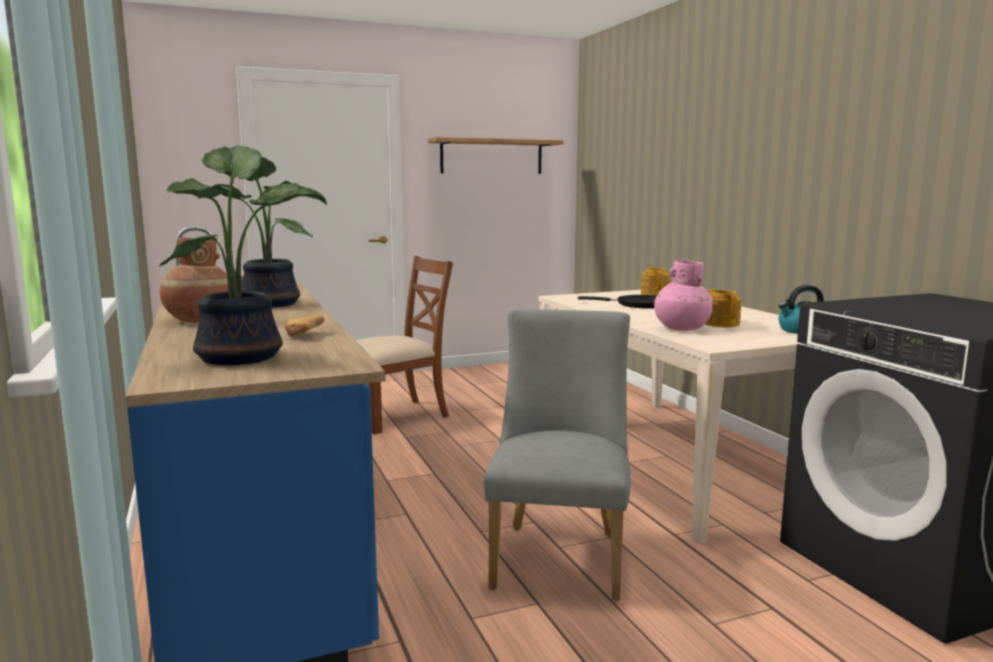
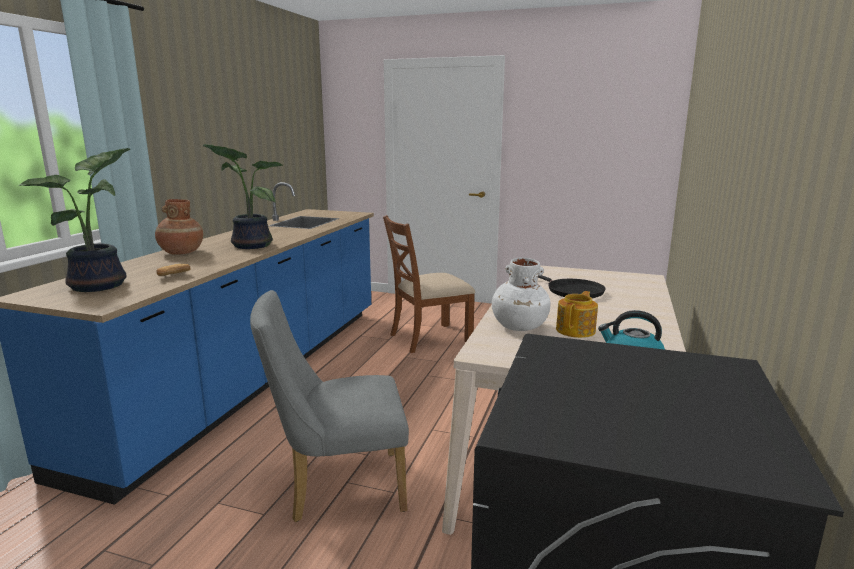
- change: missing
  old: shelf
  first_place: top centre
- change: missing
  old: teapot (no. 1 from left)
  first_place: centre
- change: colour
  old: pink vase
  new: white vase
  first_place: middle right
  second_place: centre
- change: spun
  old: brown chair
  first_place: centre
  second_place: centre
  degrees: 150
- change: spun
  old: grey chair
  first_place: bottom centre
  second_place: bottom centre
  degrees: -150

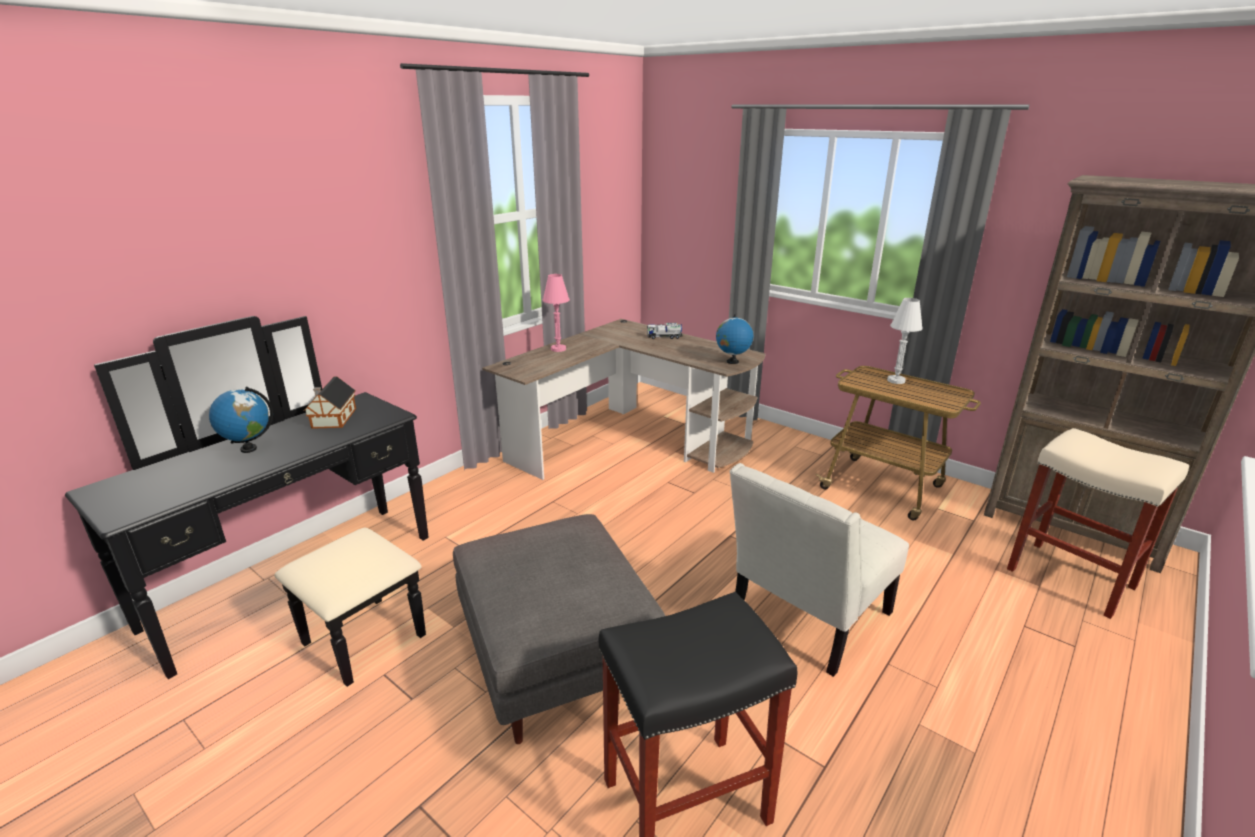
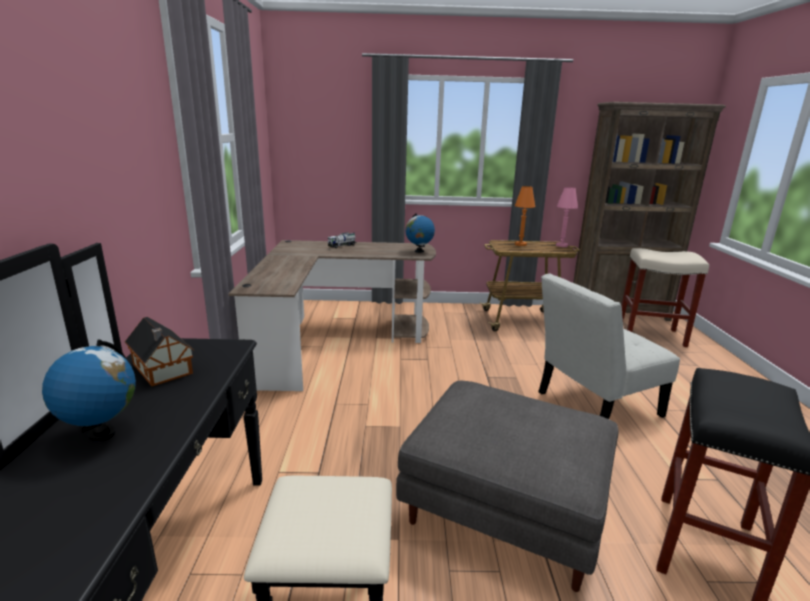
- change: relocated
  old: pink table lamp
  first_place: centre
  second_place: middle right
- change: colour
  old: white table lamp
  new: orange table lamp
  first_place: middle right
  second_place: centre
- change: spun
  old: white chair
  first_place: bottom centre
  second_place: middle right
  degrees: 60

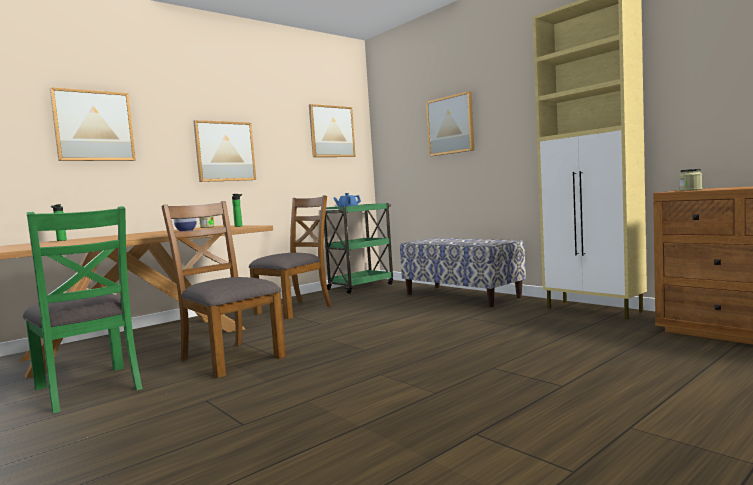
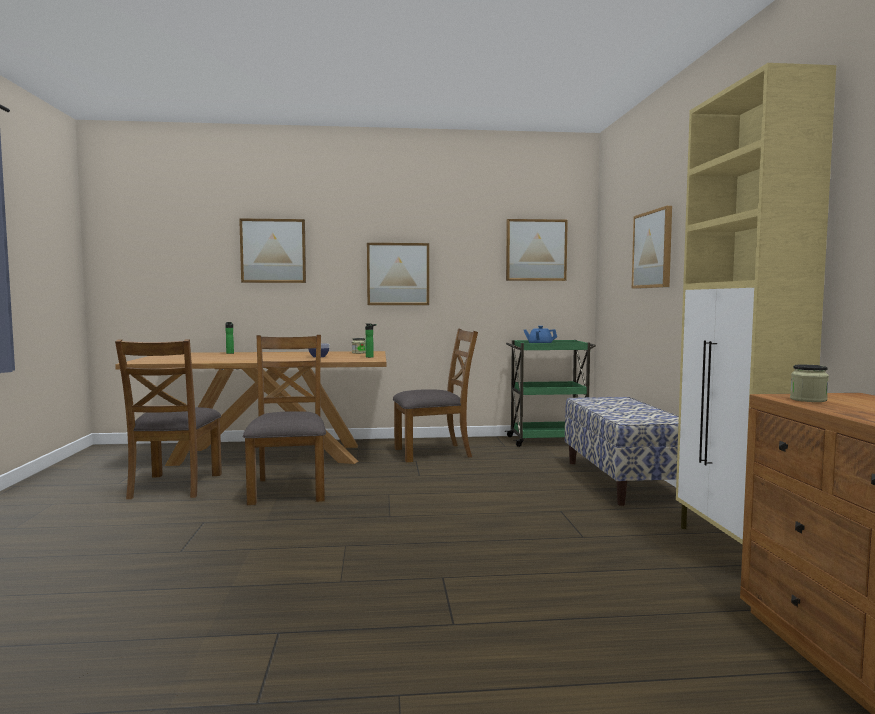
- change: colour
  old: green chair
  new: brown chair (no. 1 from left)
  first_place: middle left
  second_place: middle left

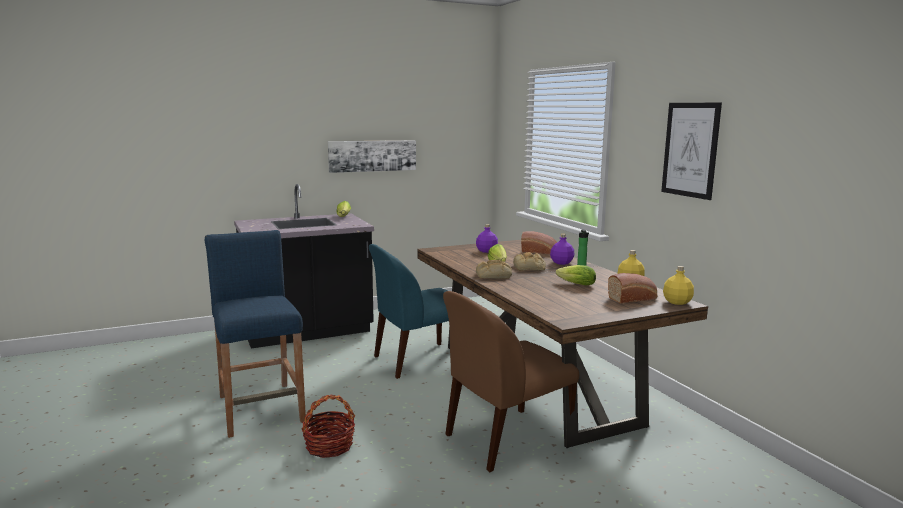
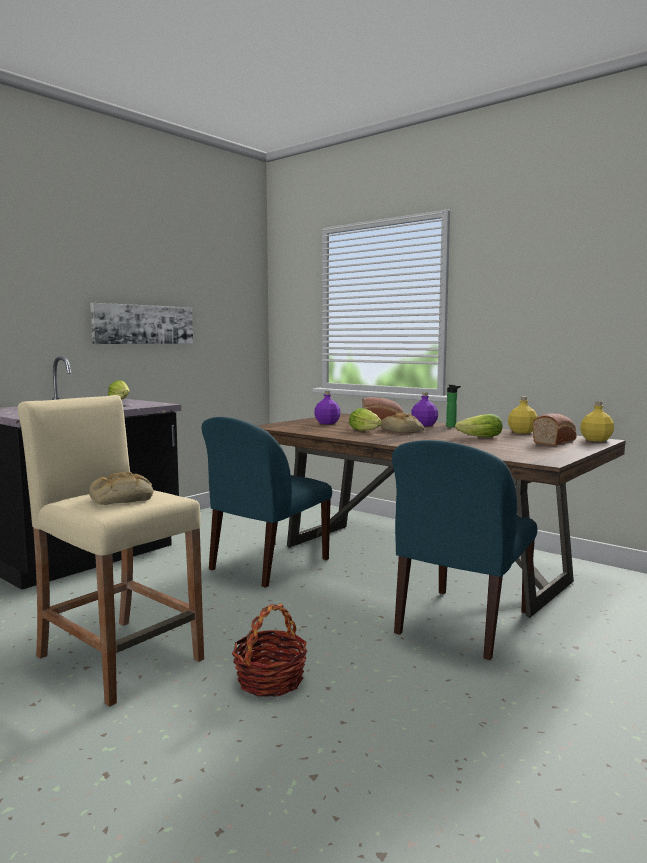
- change: missing
  old: picture (no. 2 from left)
  first_place: top right
- change: relocated
  old: bread (no. 1 from left)
  first_place: centre
  second_place: middle left
- change: colour
  old: blue stool
  new: beige stool
  first_place: middle left
  second_place: middle left
- change: colour
  old: brown chair
  new: blue chair (no. 2 from left)
  first_place: bottom centre
  second_place: middle right

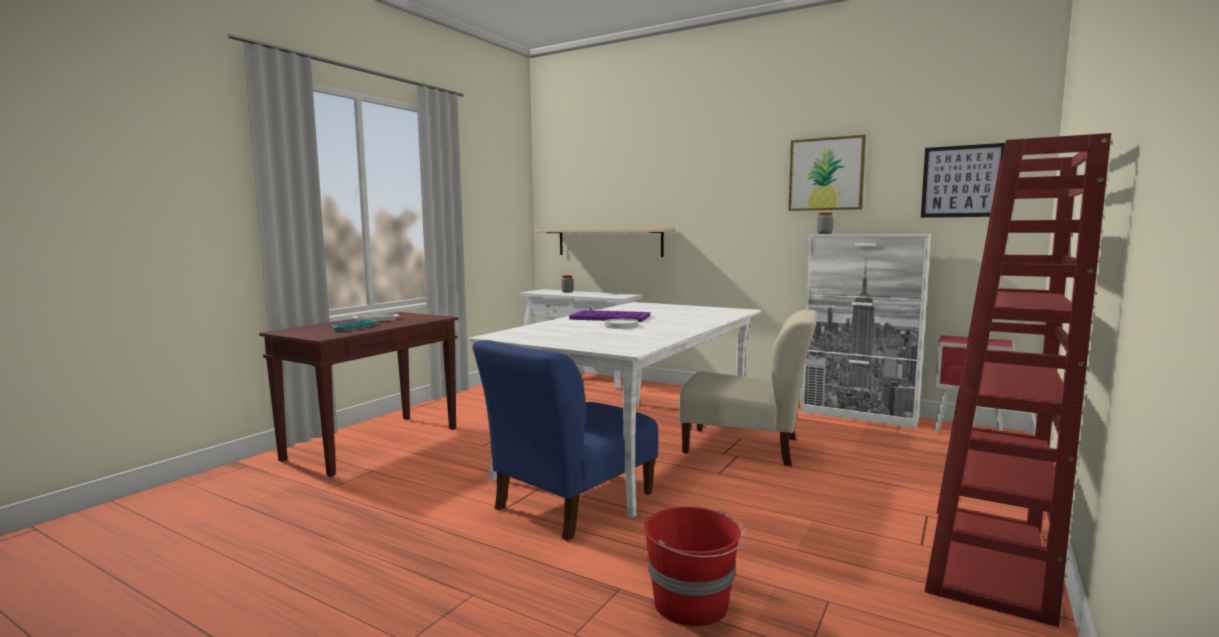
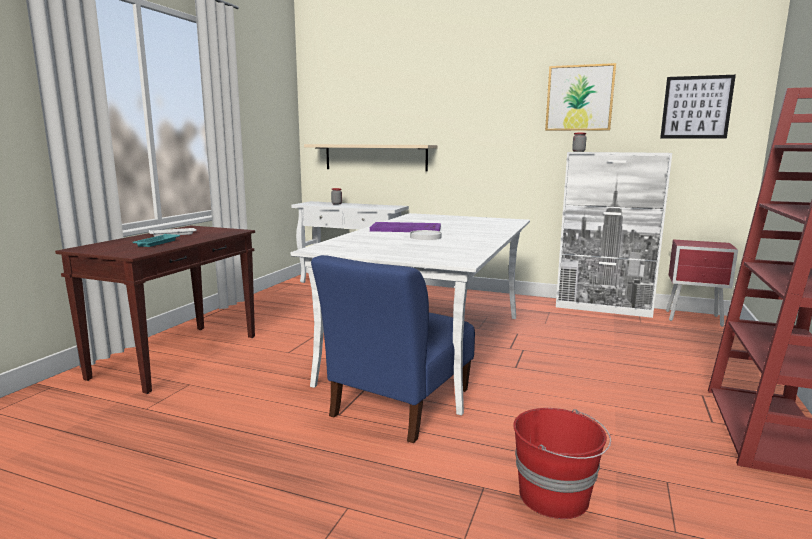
- change: missing
  old: beige chair
  first_place: centre

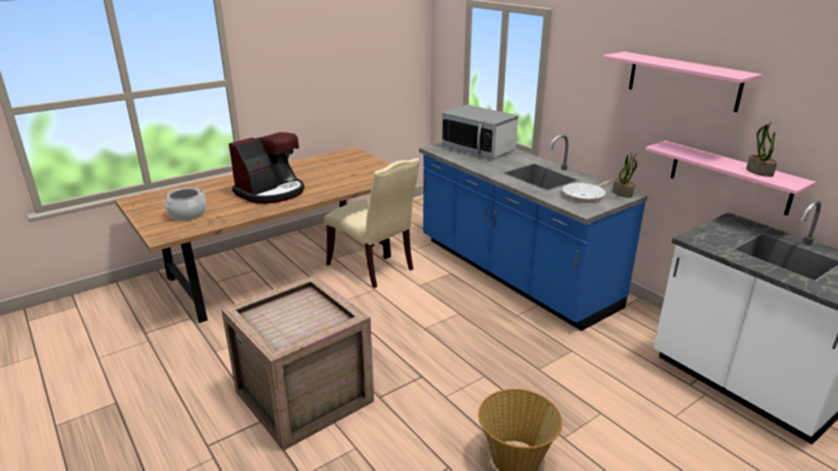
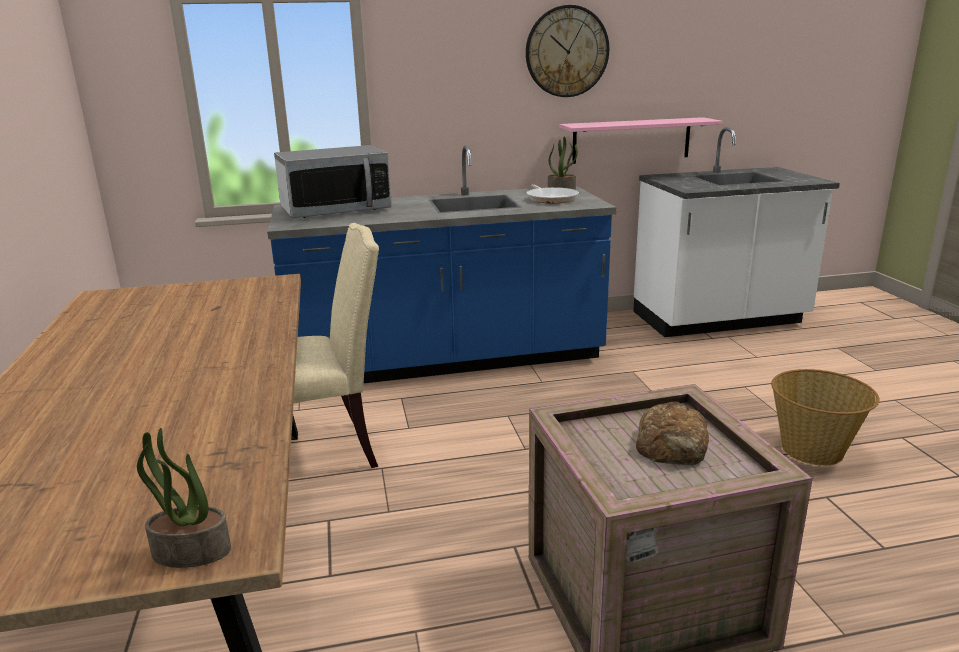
- change: missing
  old: cooking pot
  first_place: middle left
- change: missing
  old: coffee machine
  first_place: middle left
- change: appeared
  new: bread
  second_place: middle right
- change: relocated
  old: potted plant (no. 2 from left in the first image)
  new: potted plant (no. 1 from left)
  first_place: top right
  second_place: bottom left
- change: exchanged
  old: pink shelf (no. 1 from left)
  new: wall clock
  first_place: top right
  second_place: top centre

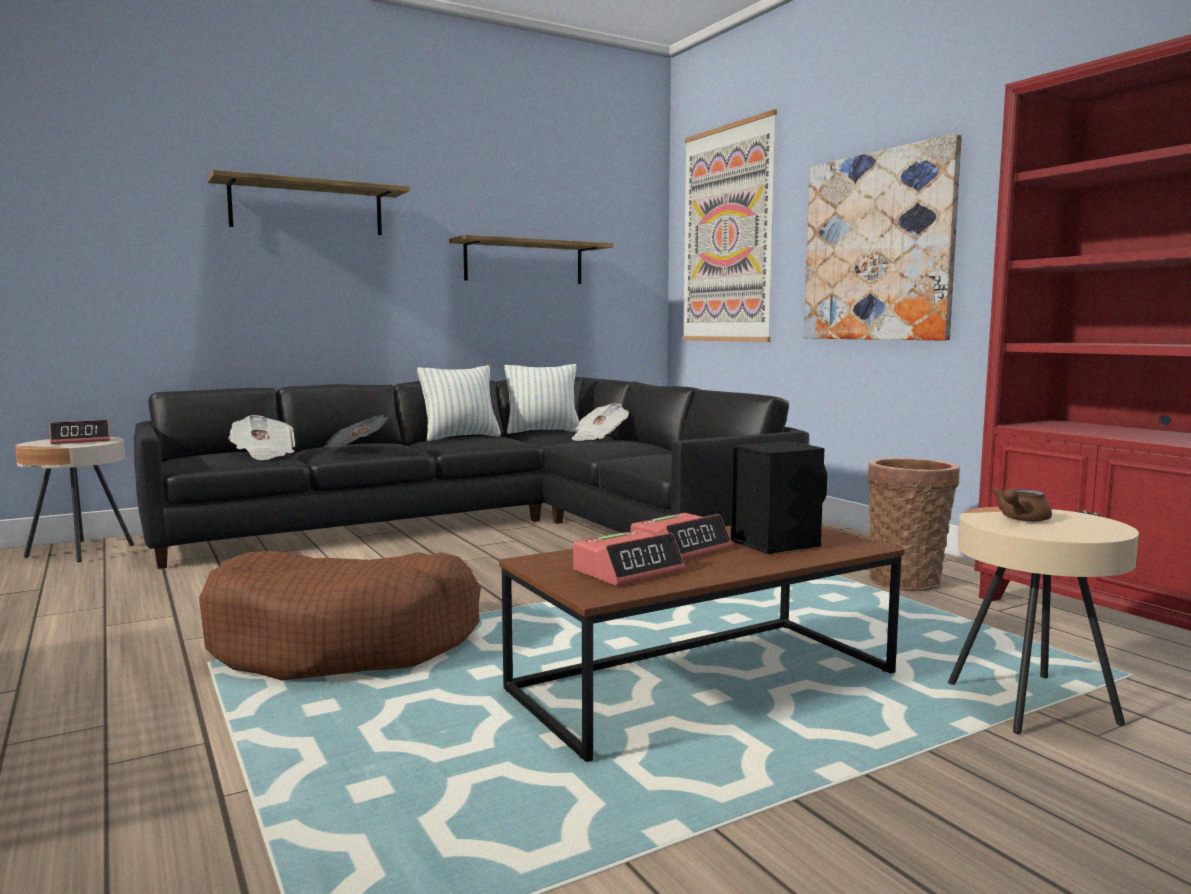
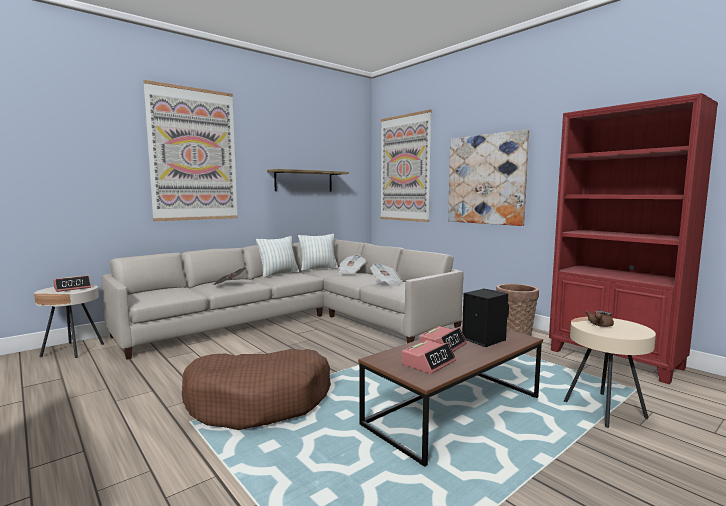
- change: relocated
  old: newspaper (no. 1 from left in the first image)
  new: newspaper (no. 3 from left)
  first_place: middle left
  second_place: centre
- change: exchanged
  old: shelf (no. 1 from left)
  new: picture (no. 1 from left)
  first_place: top left
  second_place: top left
- change: colour
  old: black sofa
  new: beige sofa
  first_place: centre
  second_place: centre

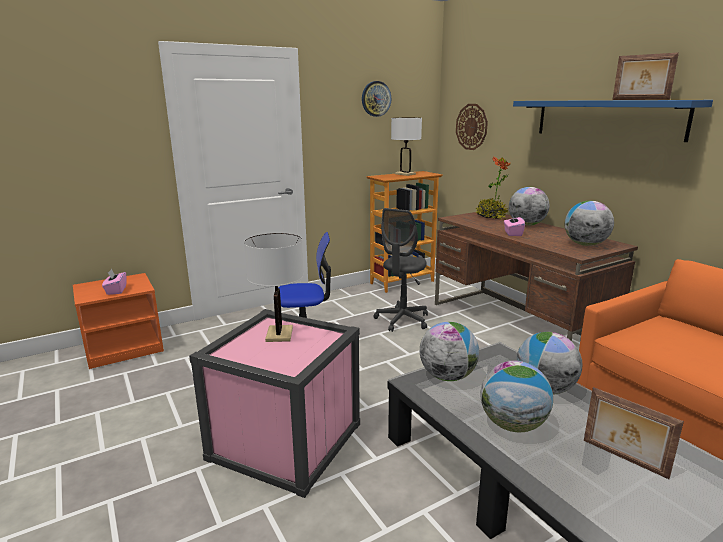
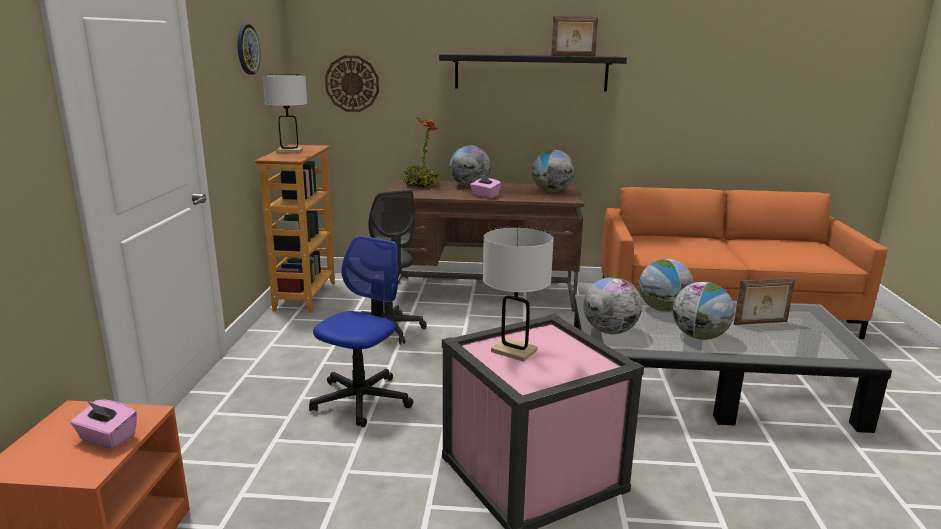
- change: colour
  old: blue shelf
  new: black shelf
  first_place: top right
  second_place: top centre

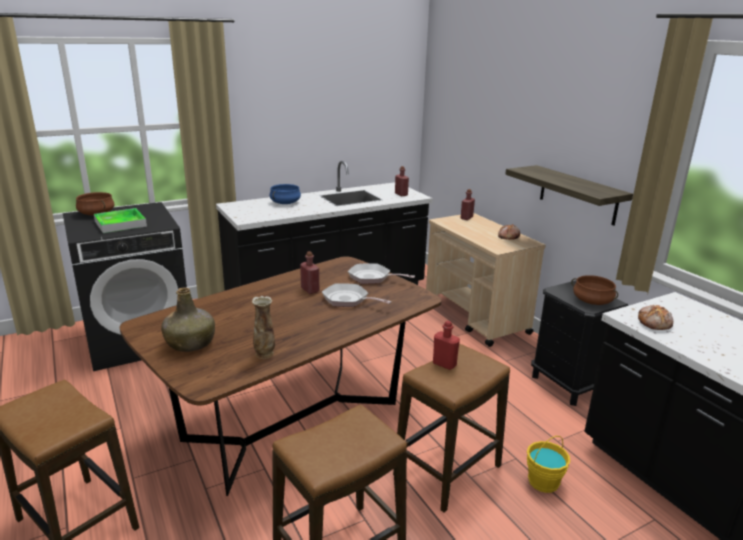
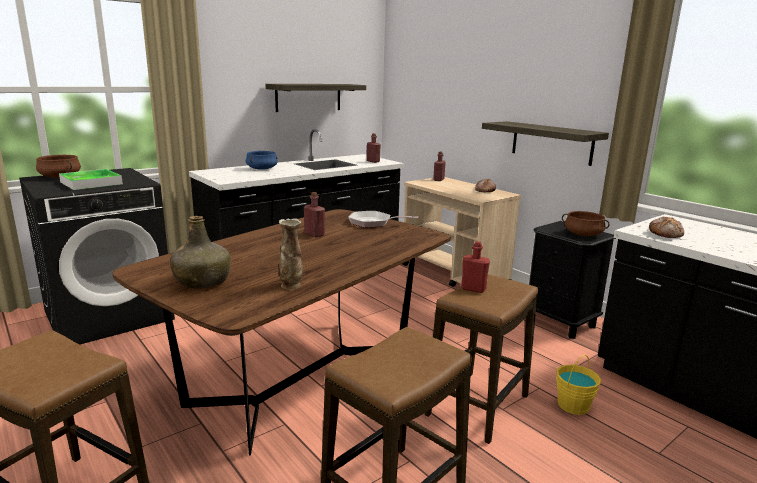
- change: missing
  old: frying pan (no. 1 from left)
  first_place: centre
- change: appeared
  new: shelf (no. 1 from left)
  second_place: top centre

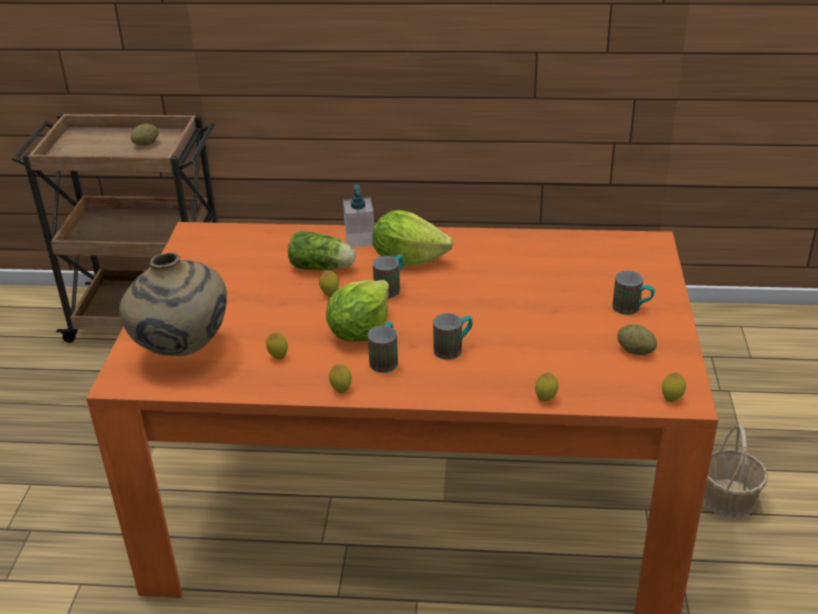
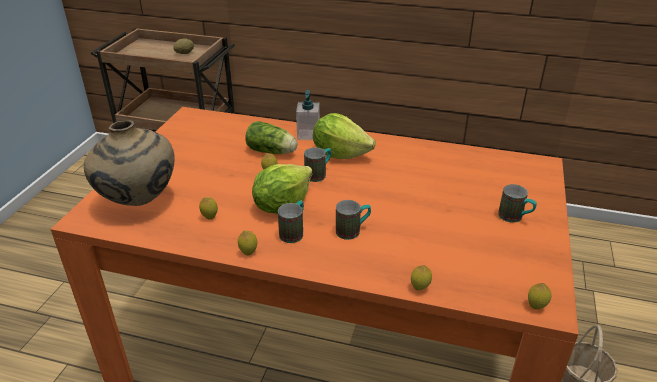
- change: missing
  old: potato (no. 2 from left)
  first_place: middle right

